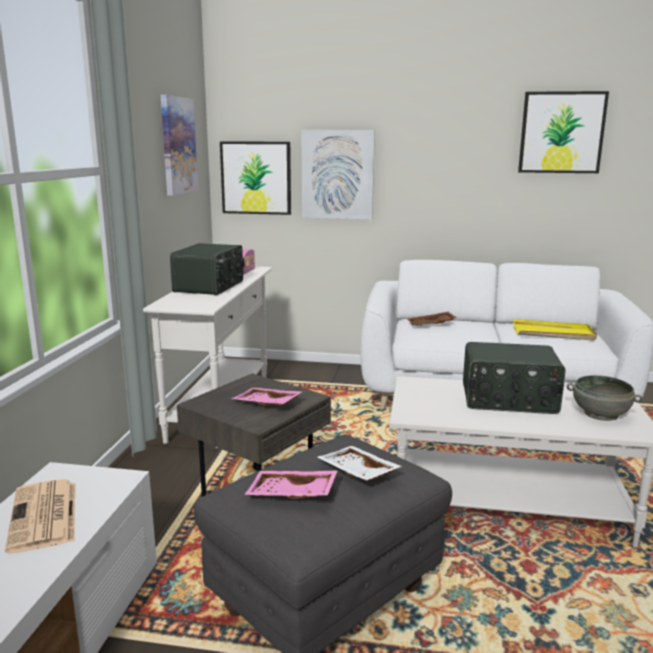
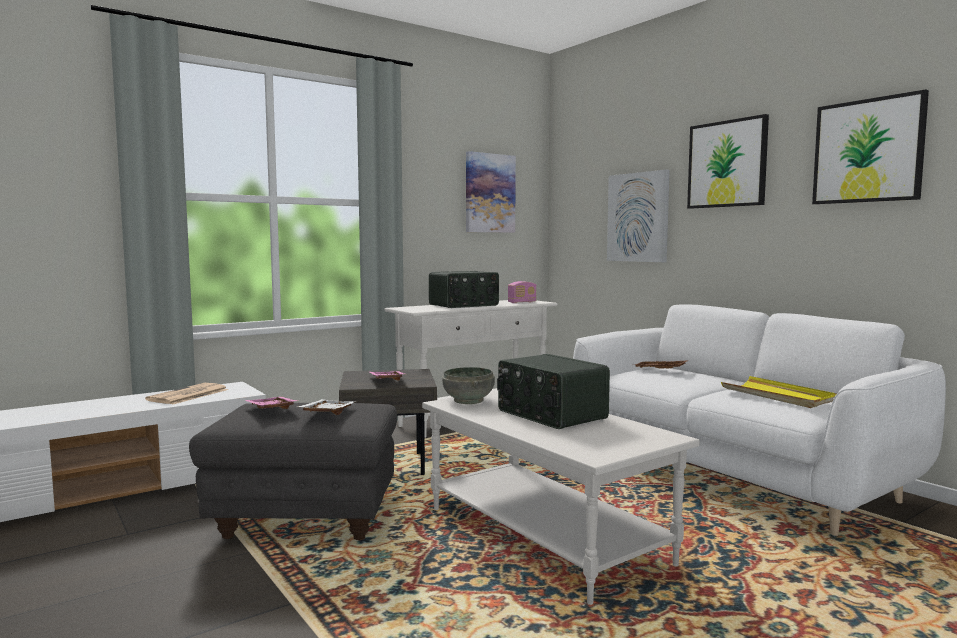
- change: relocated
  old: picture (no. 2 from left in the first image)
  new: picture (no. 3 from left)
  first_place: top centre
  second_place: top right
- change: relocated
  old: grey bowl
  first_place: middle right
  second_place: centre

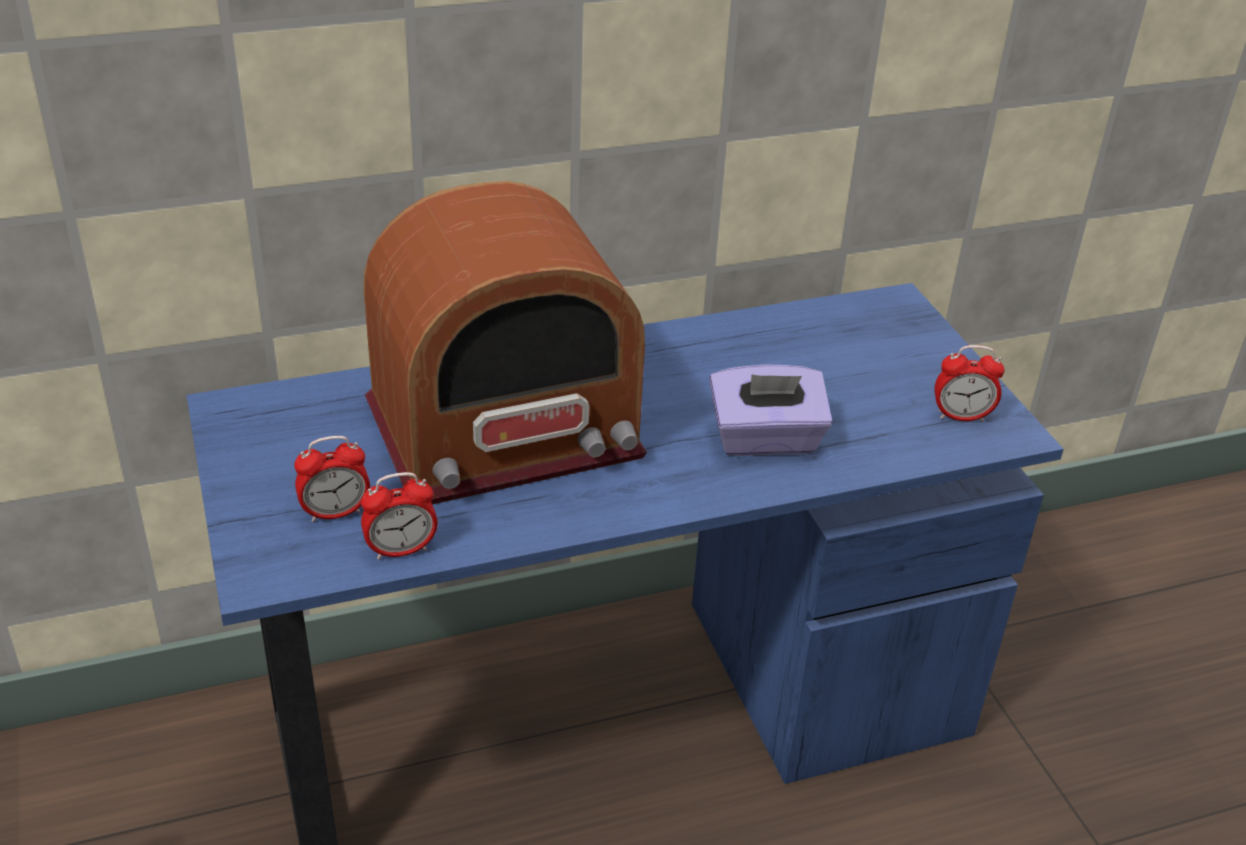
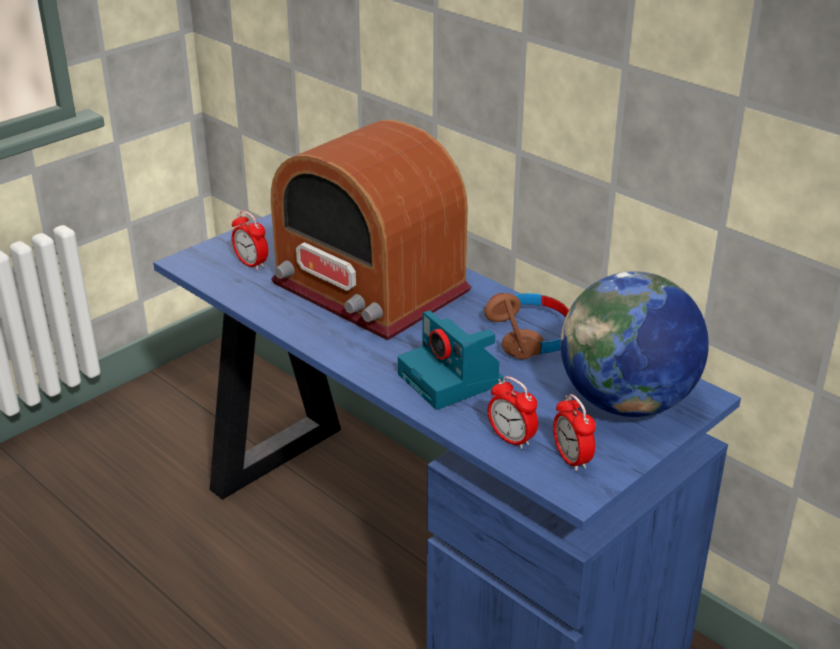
- change: appeared
  new: brown headphones
  second_place: centre
- change: appeared
  new: globe
  second_place: middle right
- change: relocated
  old: alarm clock (no. 2 from left)
  first_place: middle left
  second_place: centre
- change: exchanged
  old: purple tissue box
  new: photo camera
  first_place: centre
  second_place: centre

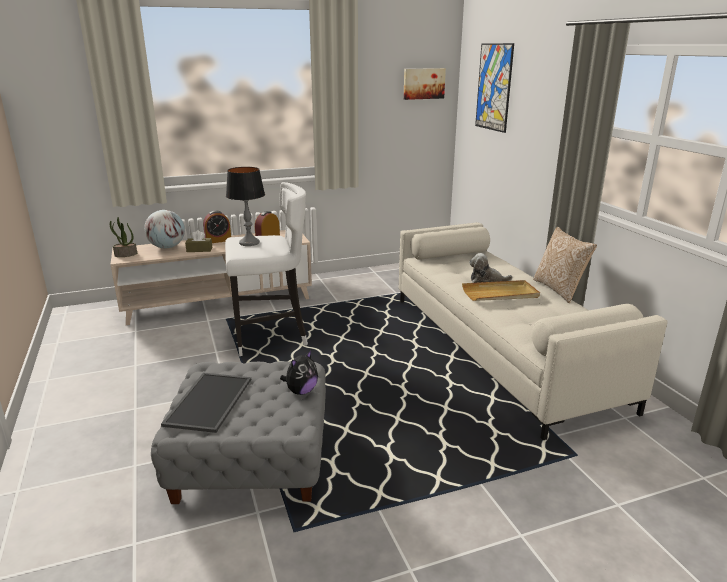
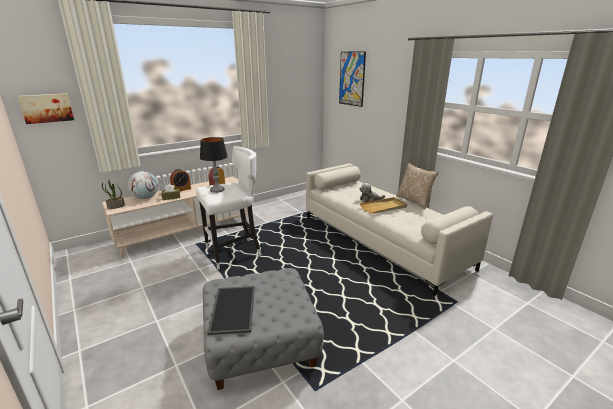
- change: missing
  old: plush toy (no. 1 from left)
  first_place: centre
- change: relocated
  old: picture (no. 1 from left)
  first_place: top centre
  second_place: top left

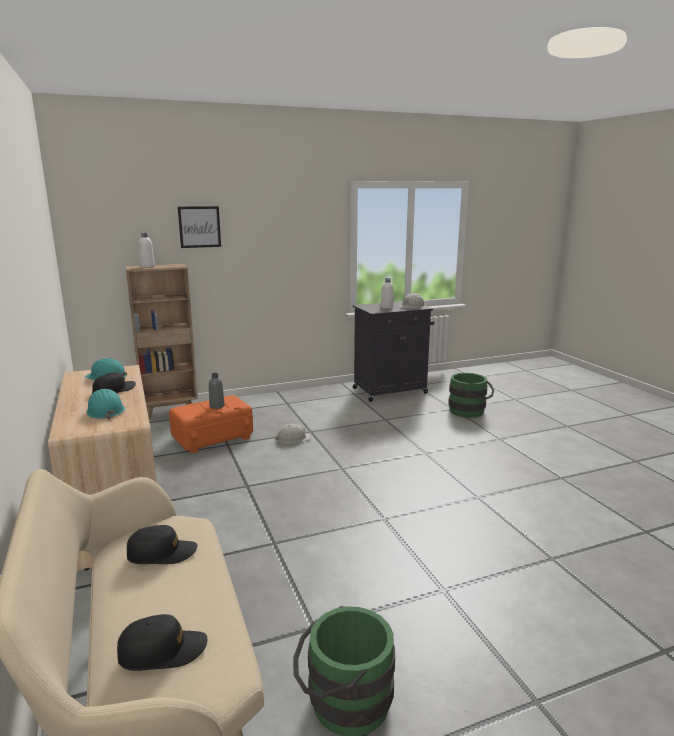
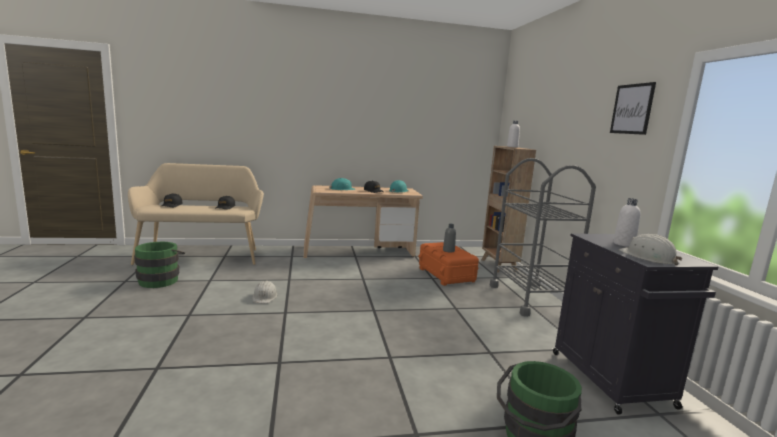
- change: appeared
  new: grey cart
  second_place: middle right
- change: relocated
  old: picture
  first_place: top left
  second_place: top right
- change: relocated
  old: white hard hat (no. 1 from left)
  first_place: centre
  second_place: bottom centre

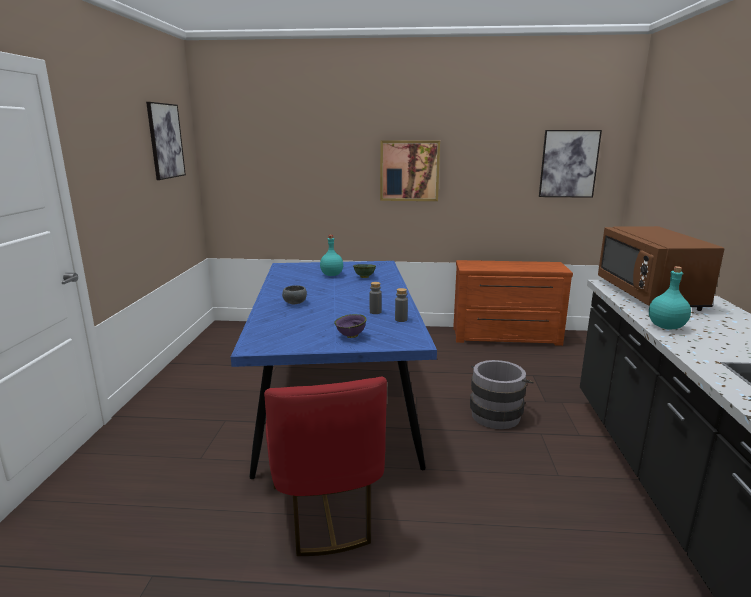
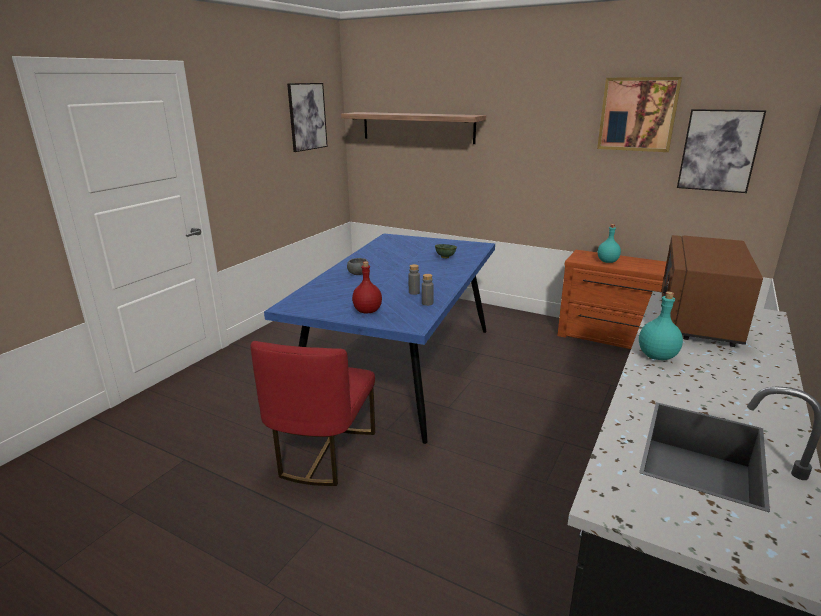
- change: missing
  old: grey bucket
  first_place: middle right
- change: appeared
  new: shelf
  second_place: top centre
- change: relocated
  old: turquoise bottle (no. 1 from left)
  first_place: centre
  second_place: middle right
- change: relocated
  old: picture (no. 2 from left)
  first_place: top centre
  second_place: top right
- change: exchanged
  old: purple bowl
  new: red bottle
  first_place: centre
  second_place: centre

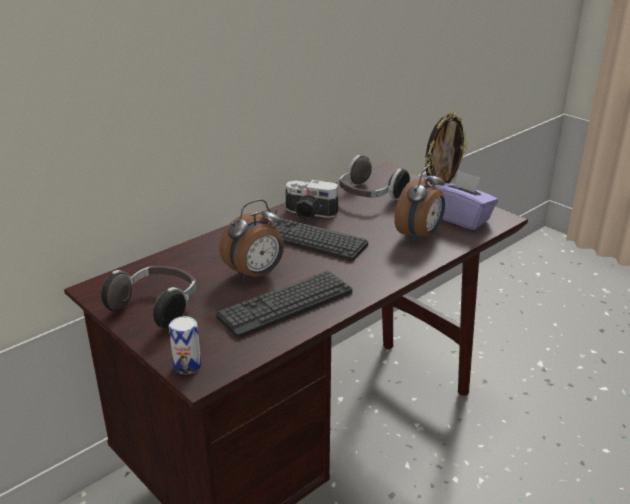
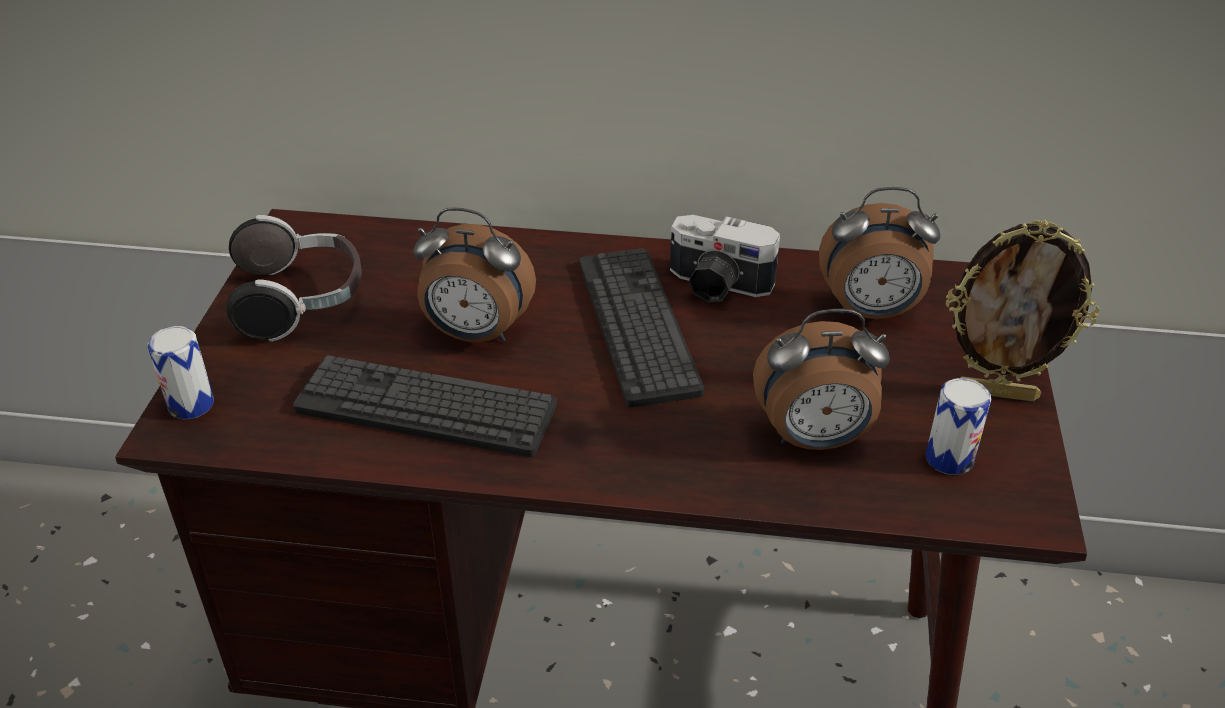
- change: exchanged
  old: headphones (no. 2 from left)
  new: alarm clock (no. 3 from left)
  first_place: centre
  second_place: middle right
- change: exchanged
  old: purple tissue box
  new: can (no. 2 from left)
  first_place: middle right
  second_place: middle right
- change: spun
  old: photo camera
  first_place: centre
  second_place: centre
  degrees: -45

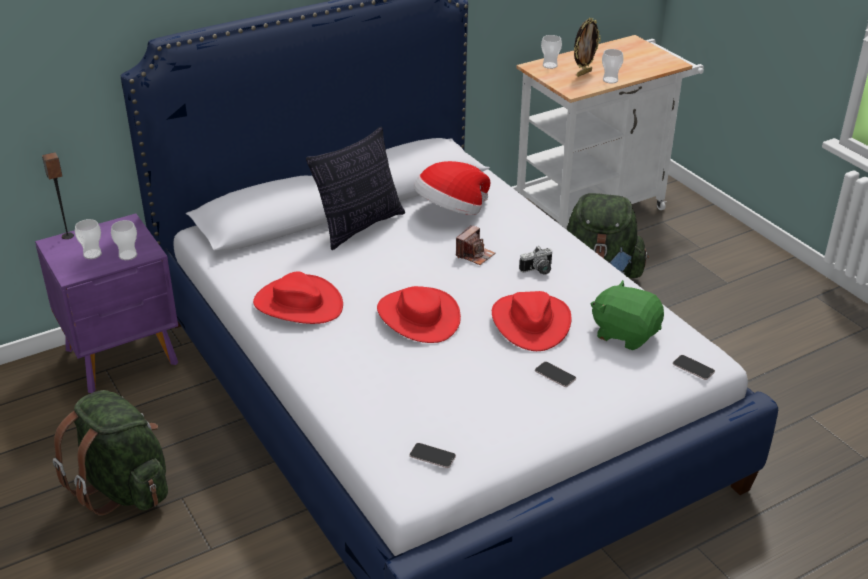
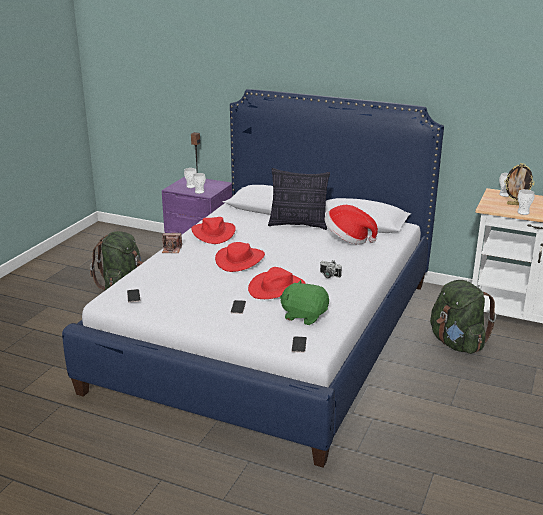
- change: relocated
  old: photo camera (no. 1 from left)
  first_place: centre
  second_place: middle left
- change: spun
  old: green plush toy
  first_place: middle right
  second_place: centre
  degrees: -60

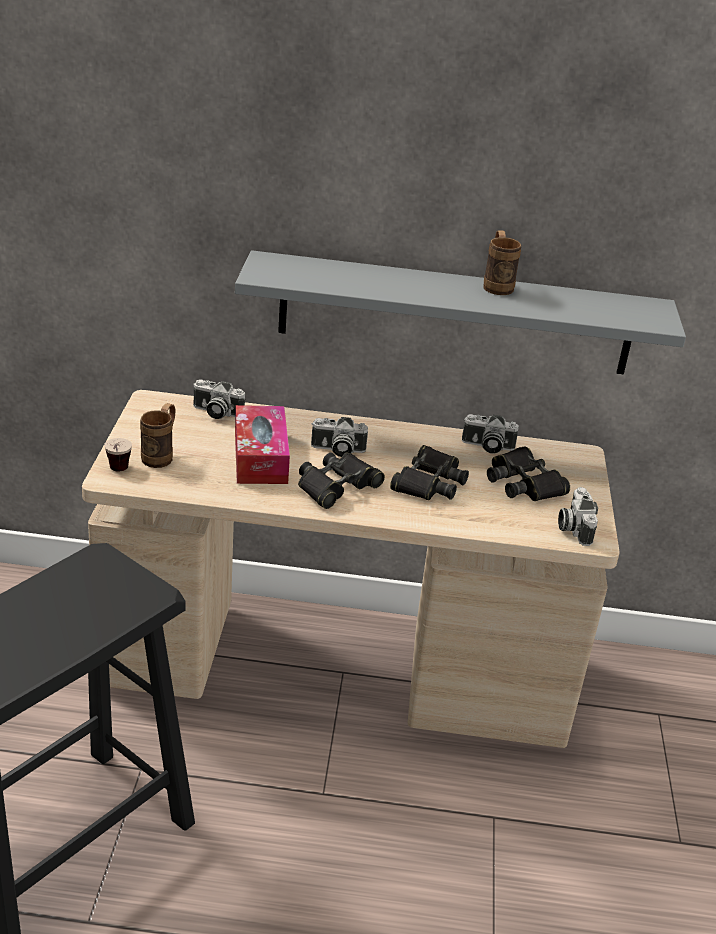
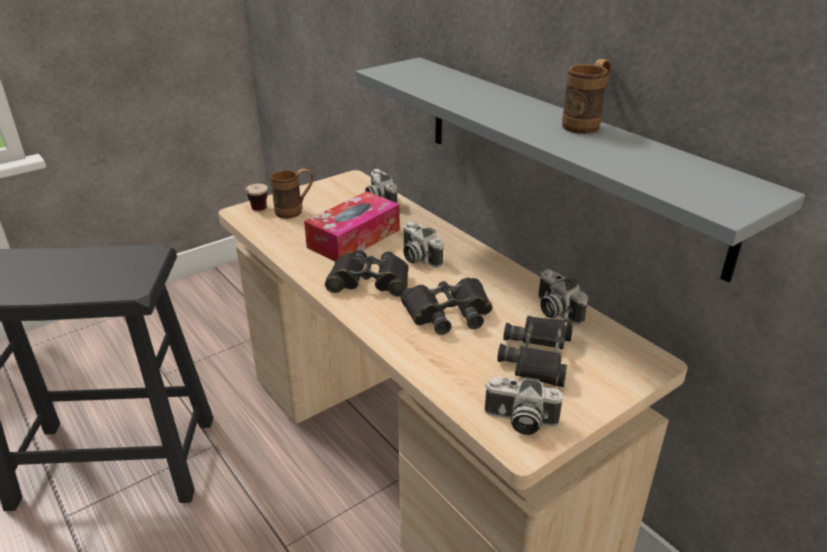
- change: spun
  old: photo camera (no. 4 from left in the first image)
  first_place: middle right
  second_place: bottom centre
  degrees: -120

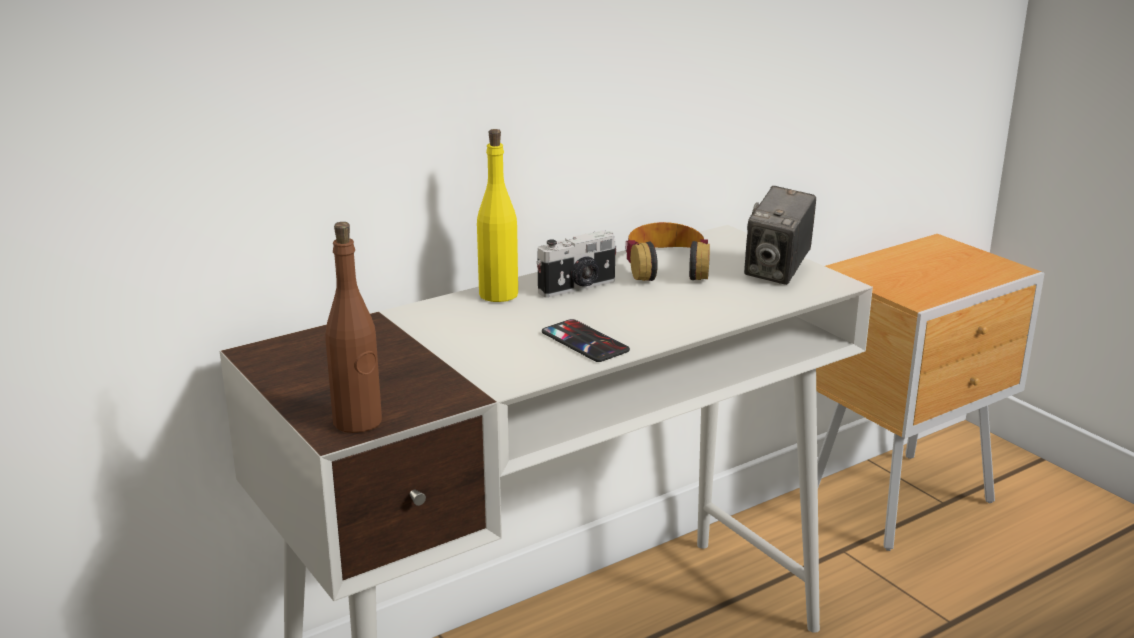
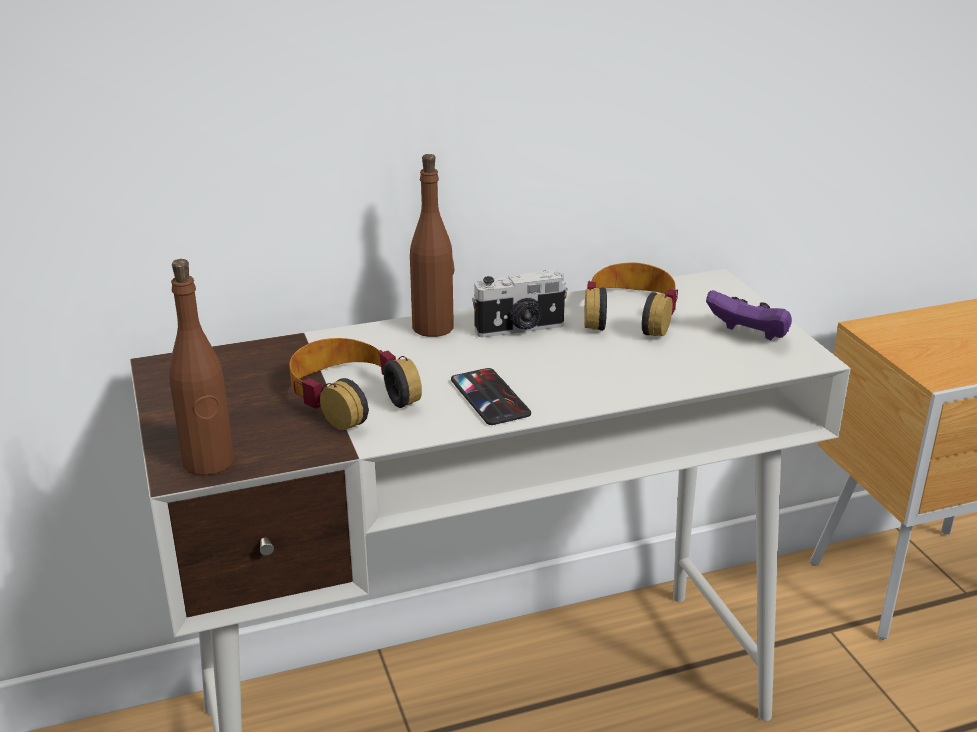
- change: appeared
  new: headphones (no. 1 from left)
  second_place: centre
- change: exchanged
  old: photo camera (no. 2 from left)
  new: purple game controller
  first_place: middle right
  second_place: middle right
- change: colour
  old: yellow bottle
  new: brown bottle (no. 2 from left)
  first_place: centre
  second_place: centre

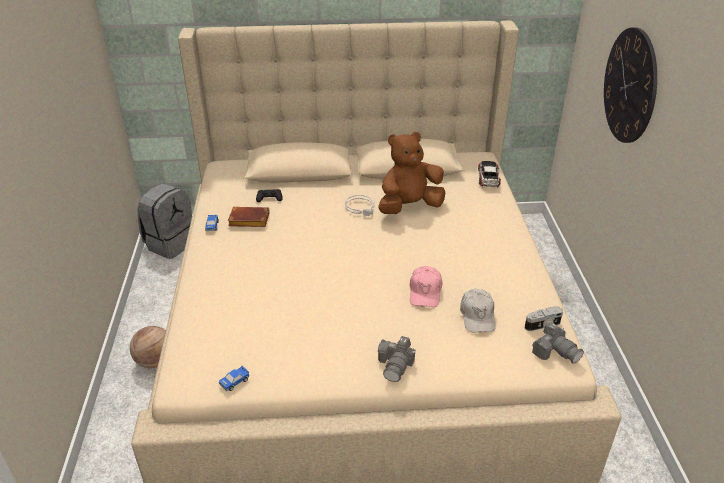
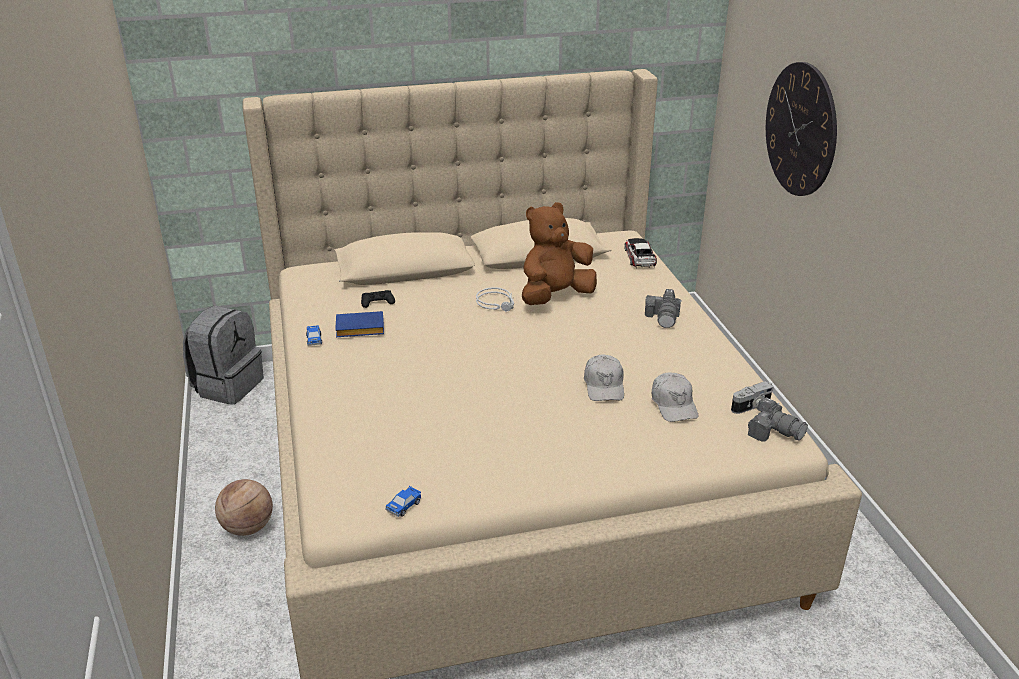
- change: relocated
  old: photo camera (no. 1 from left)
  first_place: bottom centre
  second_place: centre
- change: colour
  old: brown book
  new: blue book
  first_place: centre
  second_place: centre
- change: colour
  old: pink cap
  new: white cap (no. 1 from left)
  first_place: centre
  second_place: centre

